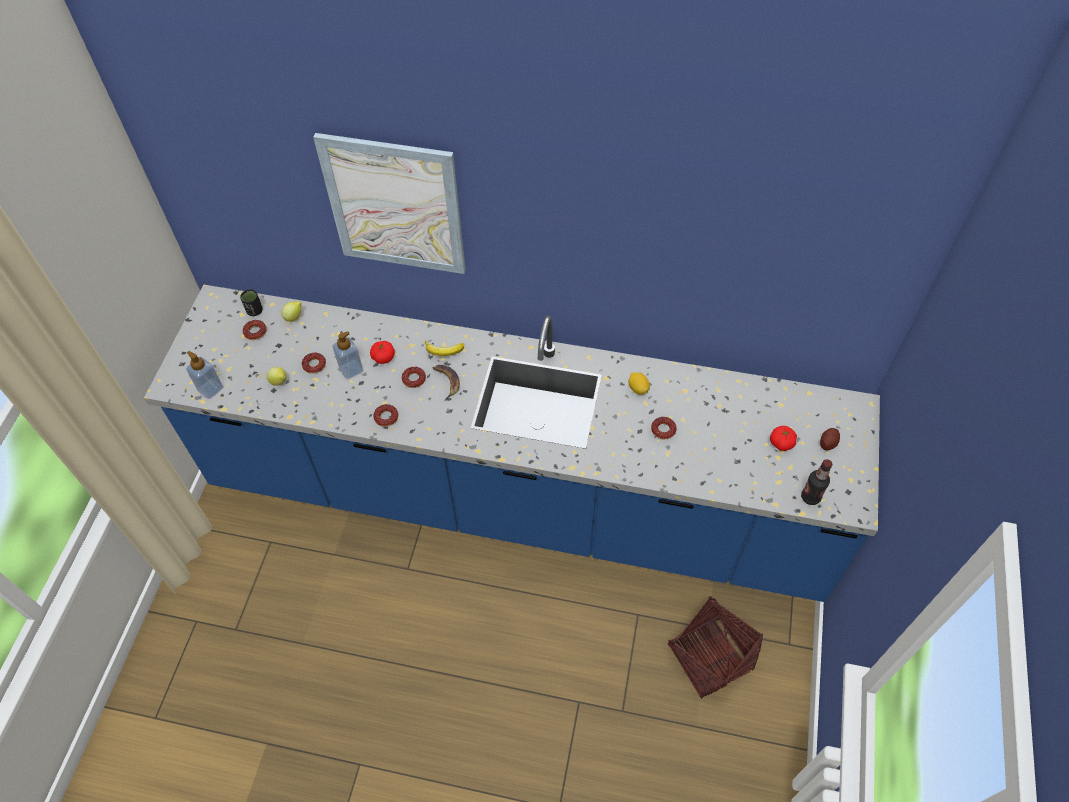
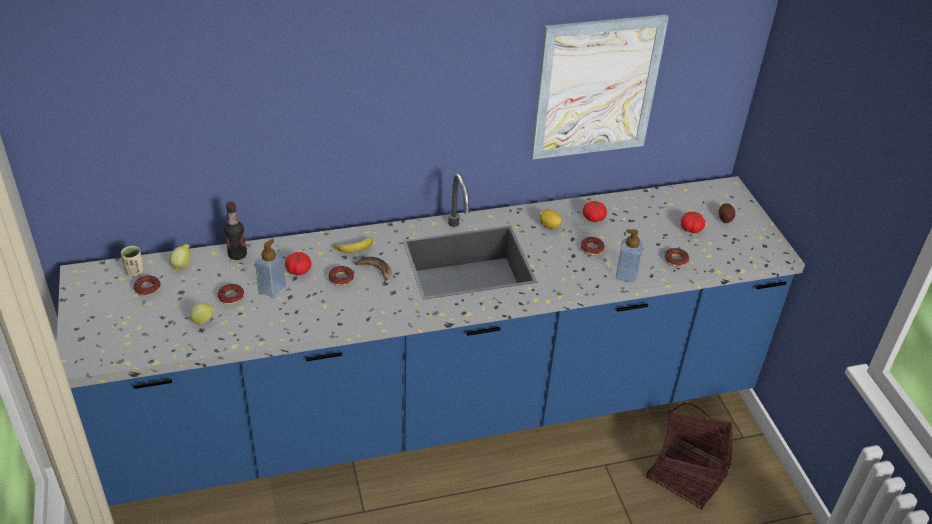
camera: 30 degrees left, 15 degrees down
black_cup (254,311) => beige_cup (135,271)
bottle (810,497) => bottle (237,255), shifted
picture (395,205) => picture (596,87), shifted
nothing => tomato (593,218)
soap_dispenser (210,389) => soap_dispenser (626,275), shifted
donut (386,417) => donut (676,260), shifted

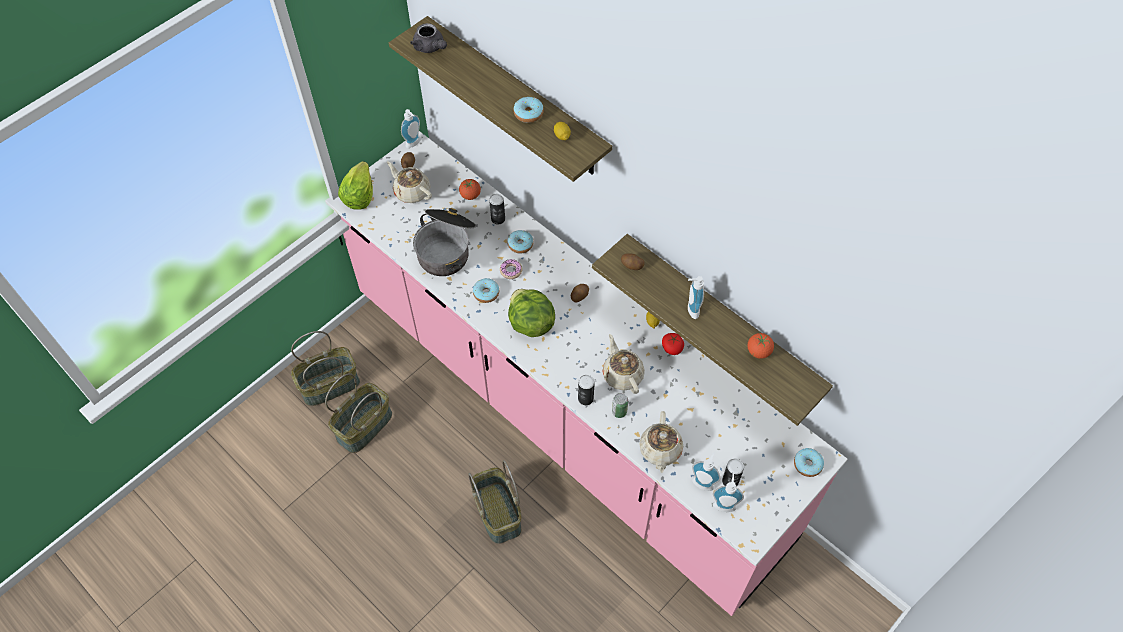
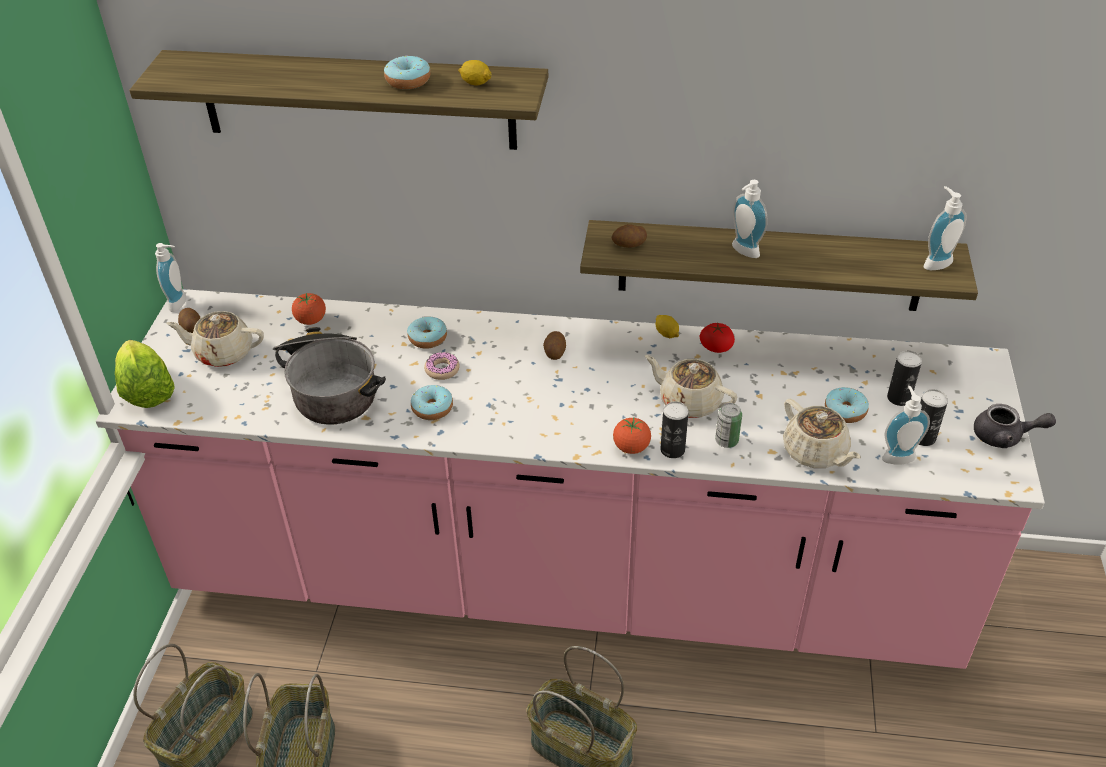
camera: 35 degrees left, 15 degrees down
tomato (758,351) => tomato (631,447), shifted
donut (807,465) => donut (845,411), shifted
can (498,219) => can (899,398), shifted
soap_dispenser (724,504) => soap_dispenser (935,262), shifted
grey_teapot (430,47) => grey_teapot (1005,437), shifted
lettuce (530,324) => nothing

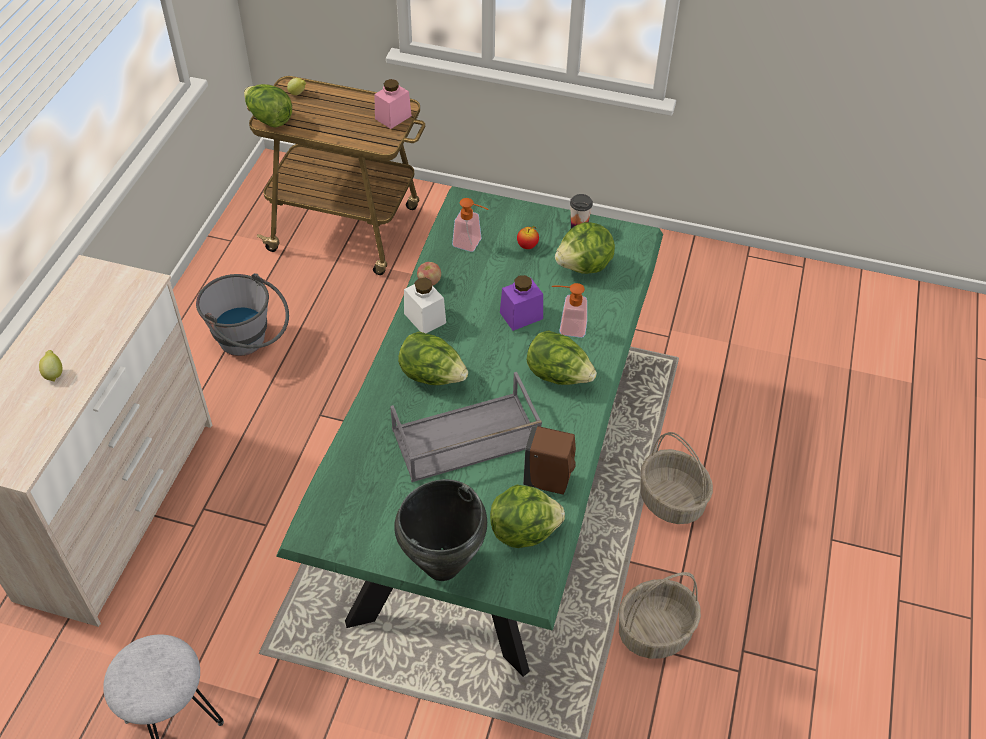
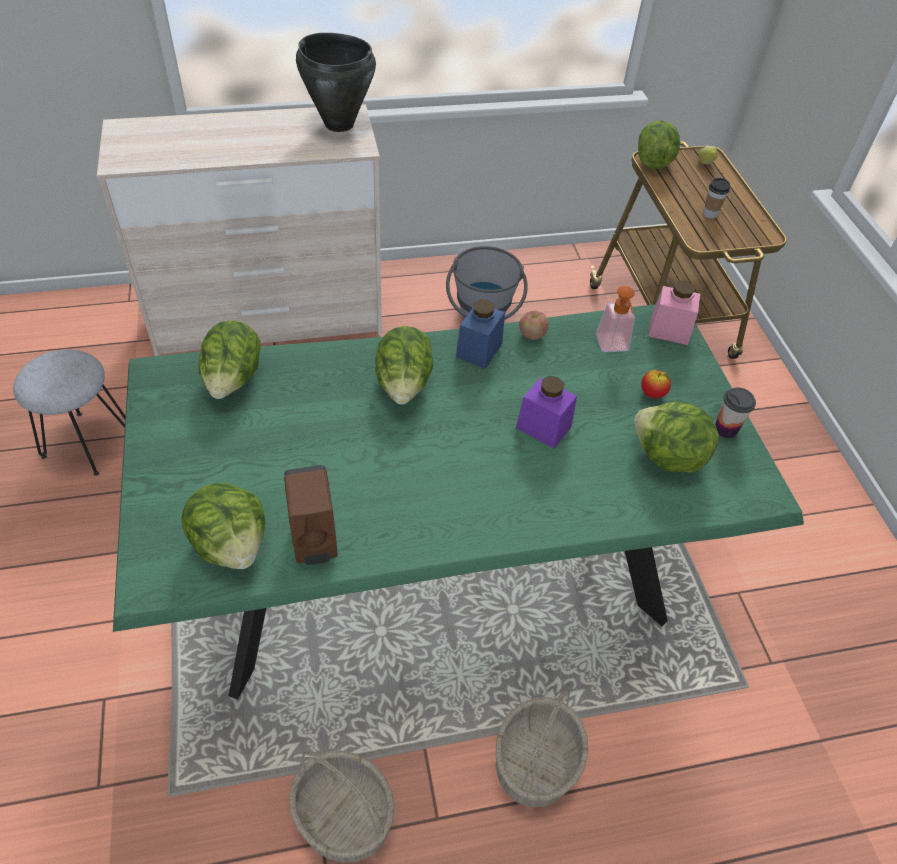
camera: 60 degrees right, 0 degrees up
lettuce (558,375) => lettuce (233,380), shifted
black_cooking_pot (441,565) => black_cooking_pot (338,124), shifted
white_jar (425,318) => blue_jar (479,350)
pink_jar (393,117) => pink_jar (669,330), shifted
nothing => cup (710,214)
lemon (54,373) => nothing
grey_tray (464,438) => nothing
soap_dispenser (567,327) => nothing

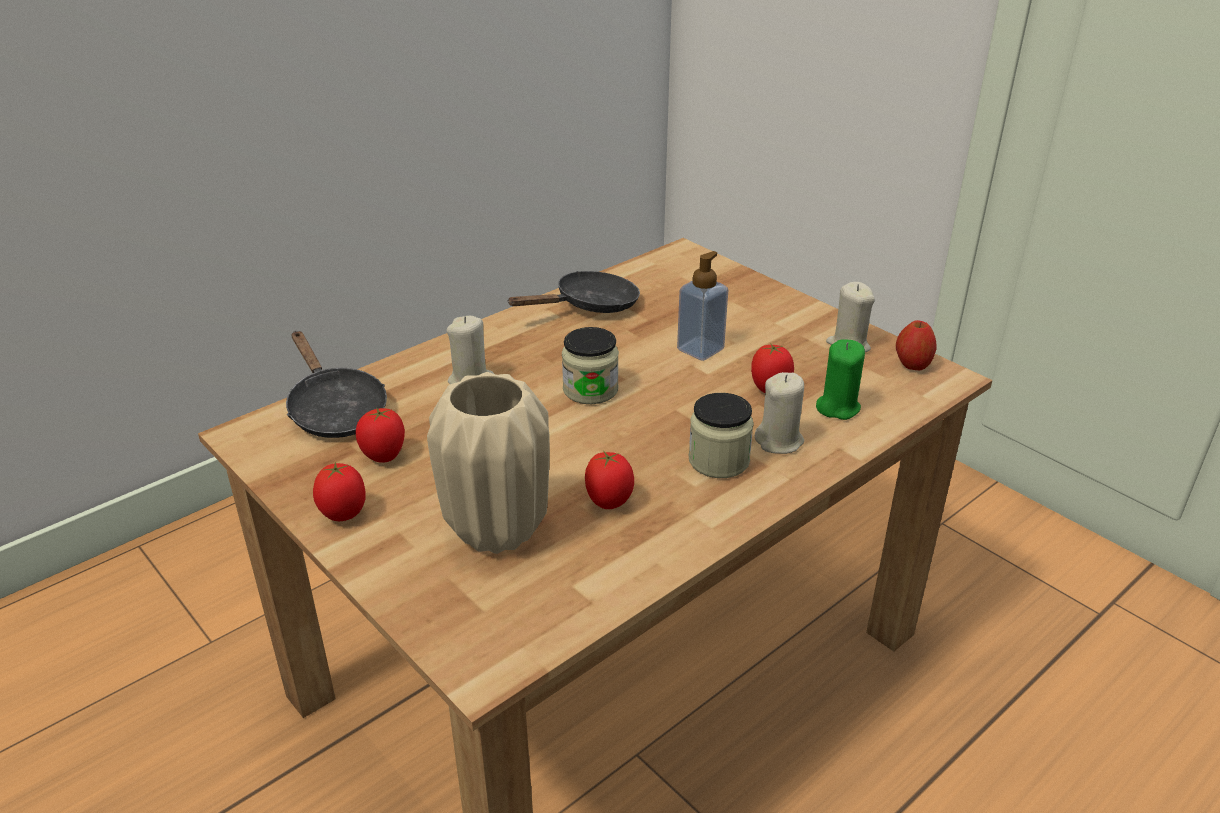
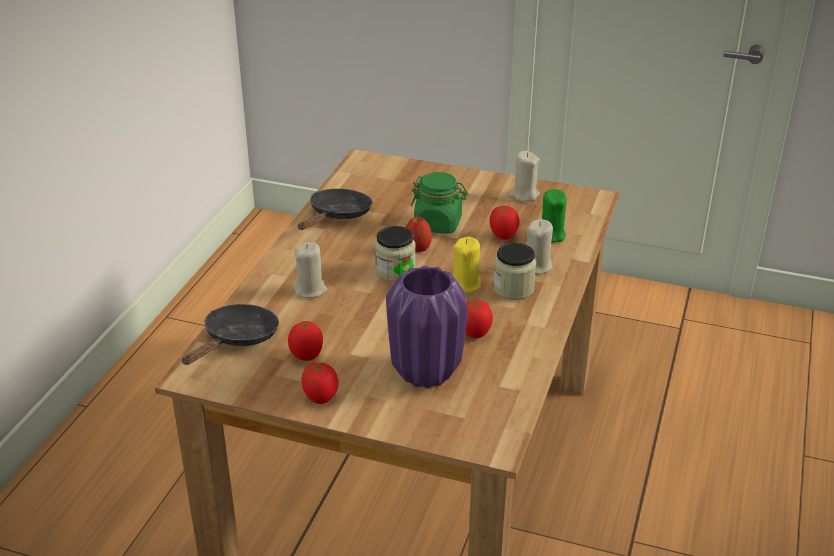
camera: 30 degrees left, 0 degrees up
black_frying_pan (335,410) => black_frying_pan (237,339), 90 degrees counterclockwise
beige_vase (498,530) => purple_vase (426,372)
apple (912,365) => apple (417,248), shifted
soap_dispenser (700,349) => green_jar (438,224)
nothing => yellow_candle (465,284)

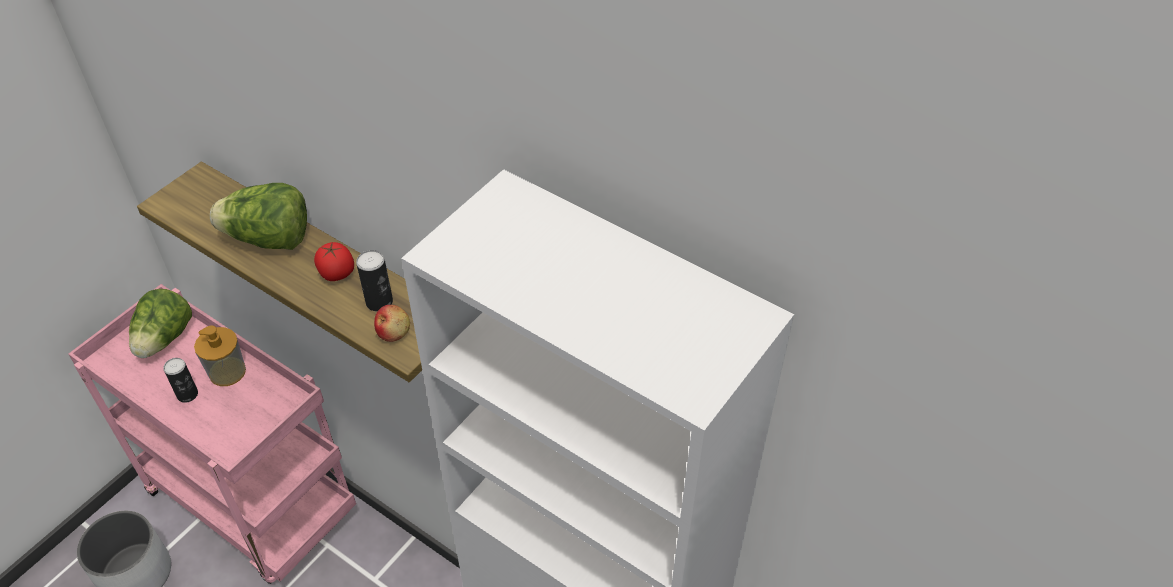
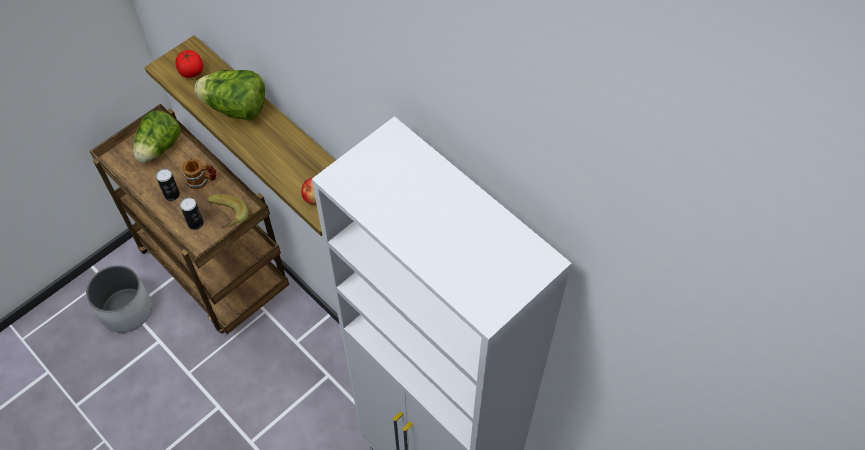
camera: 10 degrees right, 10 degrees up
pink_cart (255,501) => brown_cart (216,269)
tomato (336,273) => tomato (191,71), shifted
can (379,302) => can (195,223), shifted
soap_dispenser (227,372) => mug (202,181)
nothing => banana (226,219)

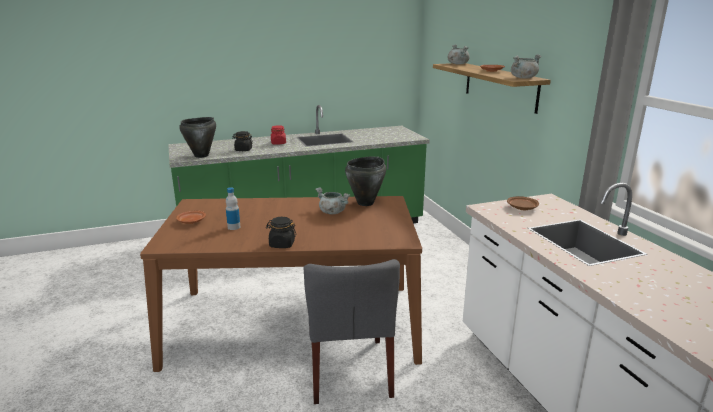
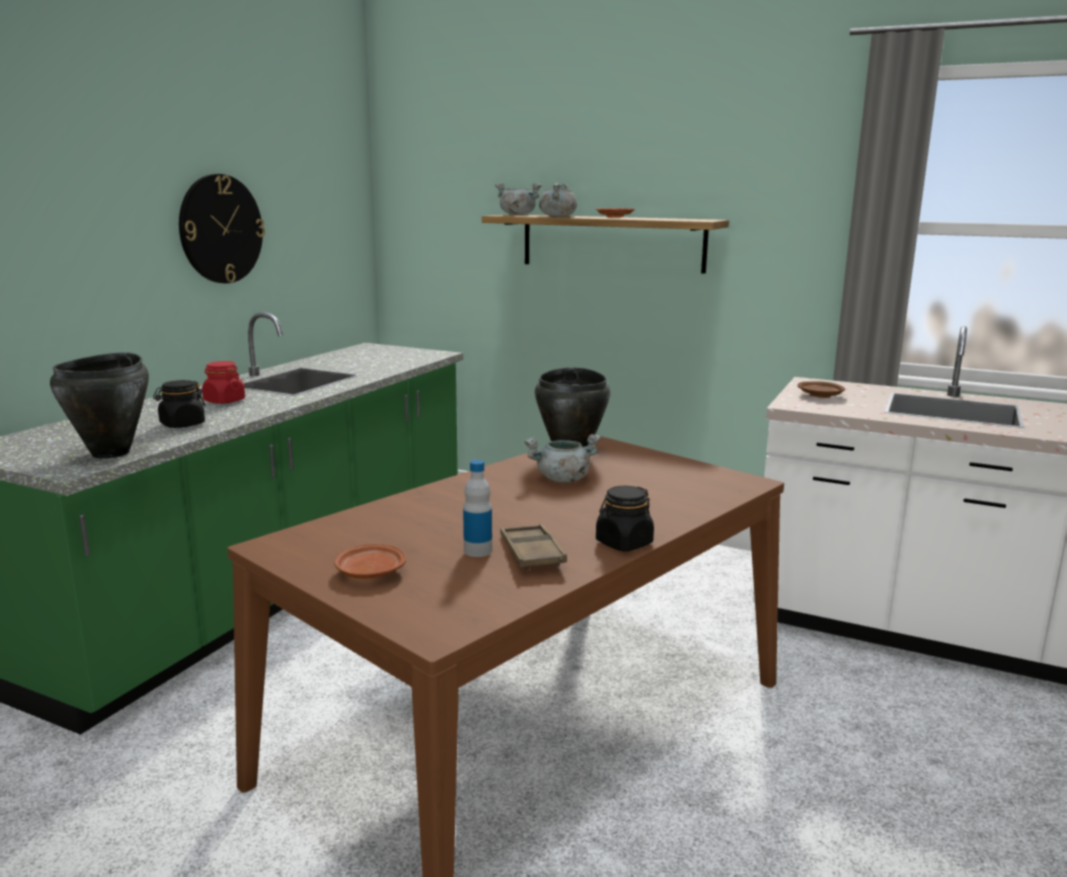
camera: 45 degrees left, 5 degrees down
nothing => wall_clock (221,229)
nothing => brown_tray (531,553)
grey_cooking_pot (523,78) => grey_cooking_pot (557,216), shifted
grey_chair (349,370) => nothing

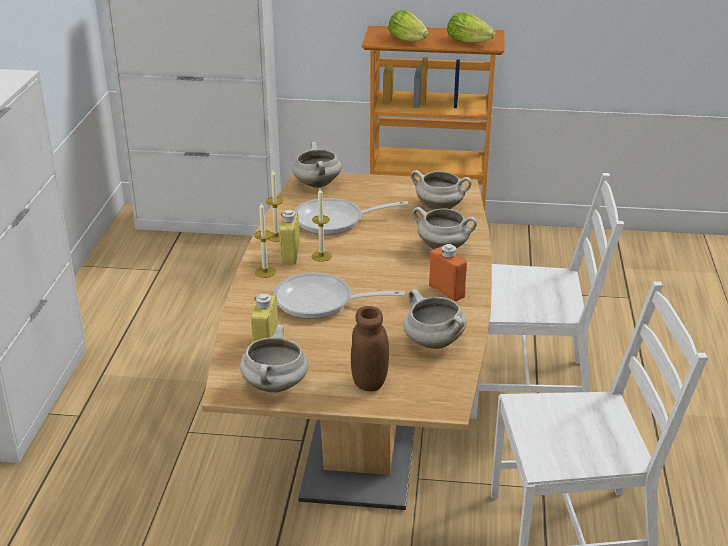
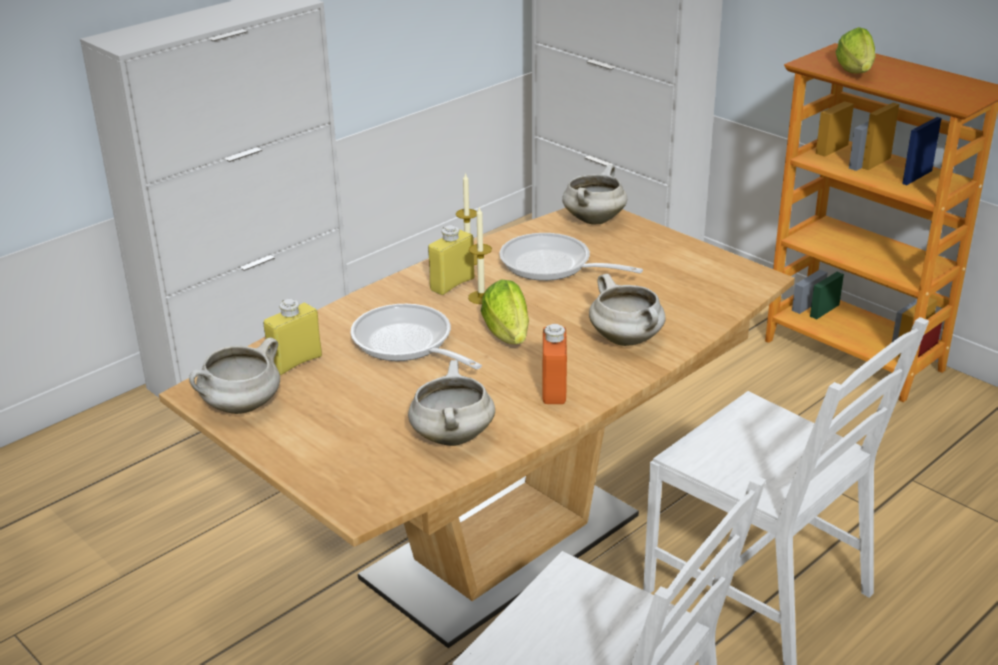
camera: 40 degrees right, 0 degrees up
lettuce (471,42) => lettuce (508,335), shifted
candle (265,272) => nothing
brown_jar (369,382) => nothing
white_cooking_pot (440,207) => nothing

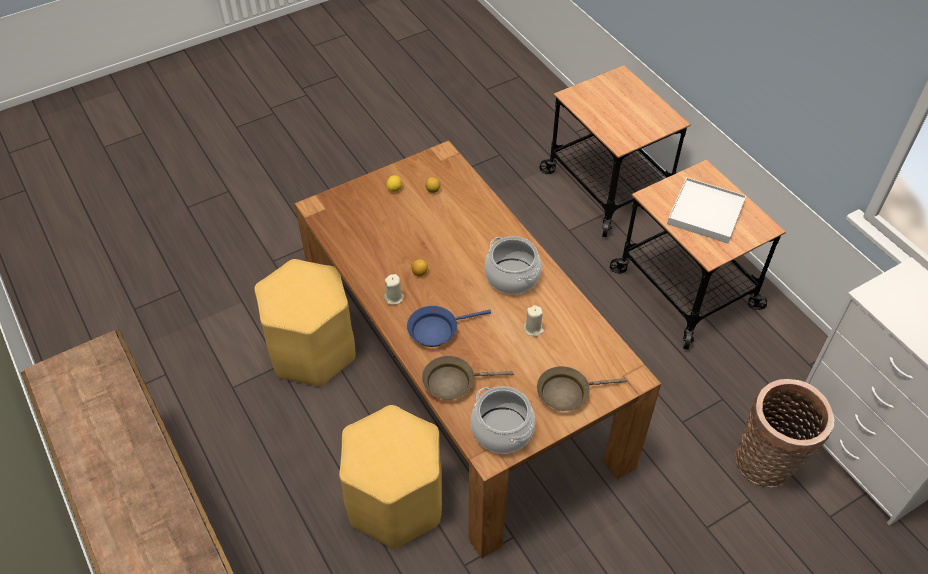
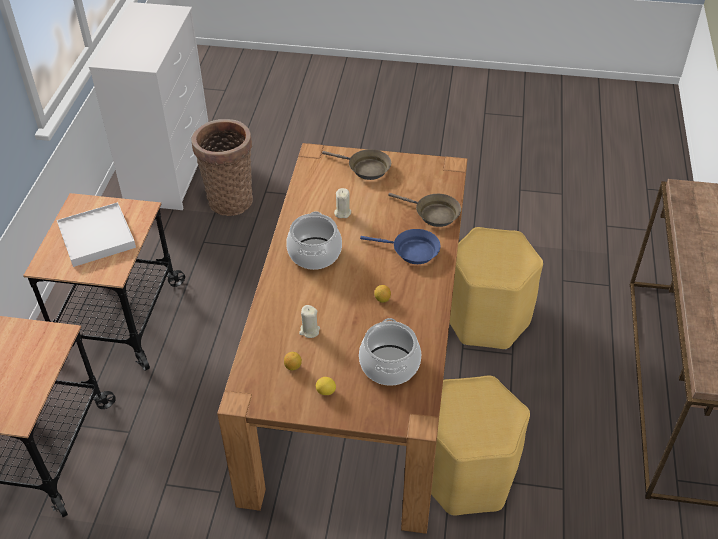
camera: 140 degrees left, 5 degrees down
beige_candle (394,297) => beige_candle (309,331), shifted
cooking_pot (502,430) => cooking_pot (389,365), shifted

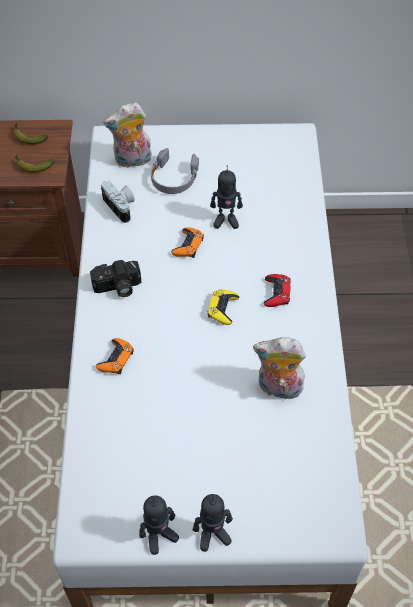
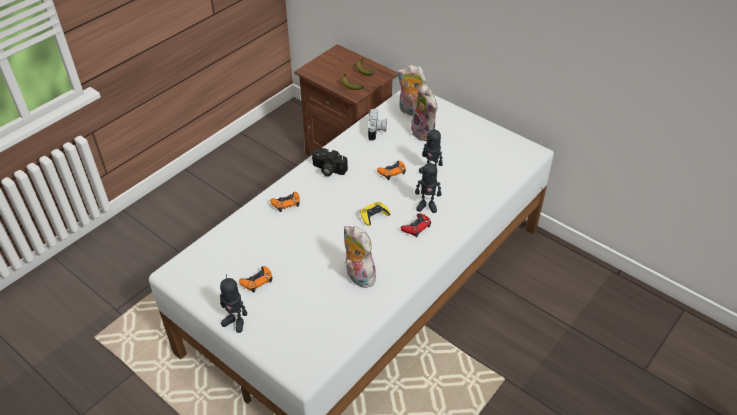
camera: 40 degrees right, 10 degrees down
nothing => orange_game_controller (257,281)
grey_headphones (173,178) => plush_toy (425,133)
toy_robot (159,537) => toy_robot (427,206), shifted

